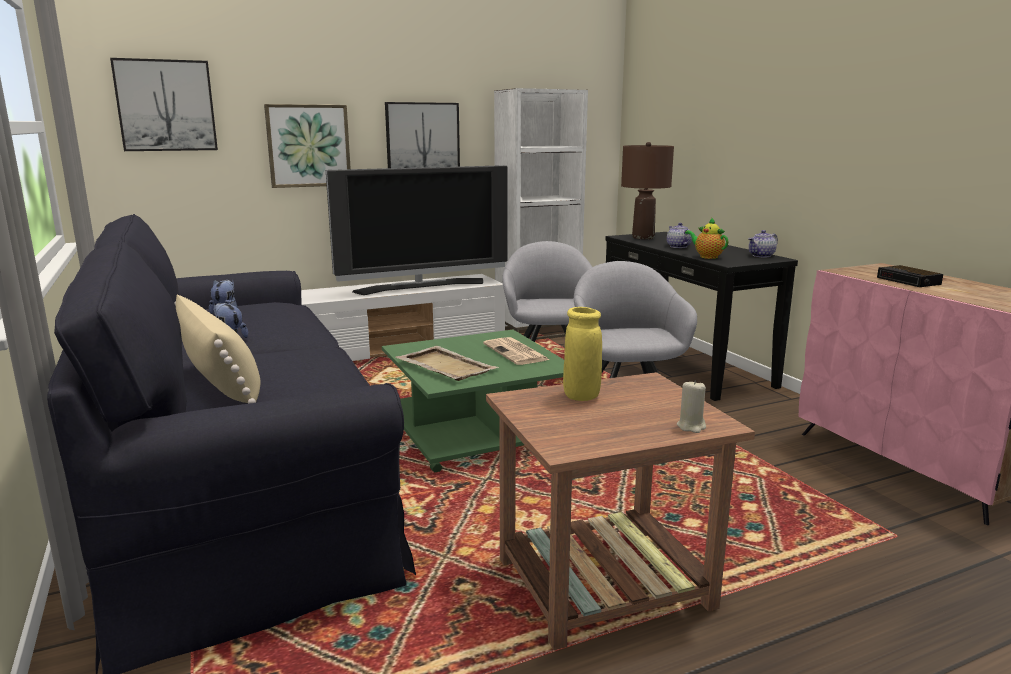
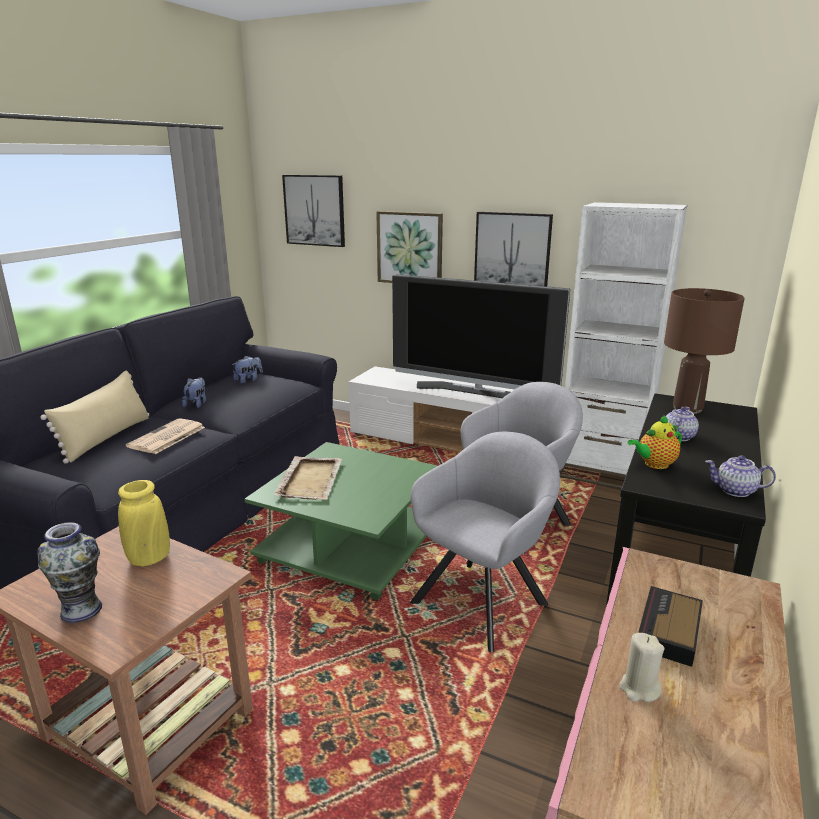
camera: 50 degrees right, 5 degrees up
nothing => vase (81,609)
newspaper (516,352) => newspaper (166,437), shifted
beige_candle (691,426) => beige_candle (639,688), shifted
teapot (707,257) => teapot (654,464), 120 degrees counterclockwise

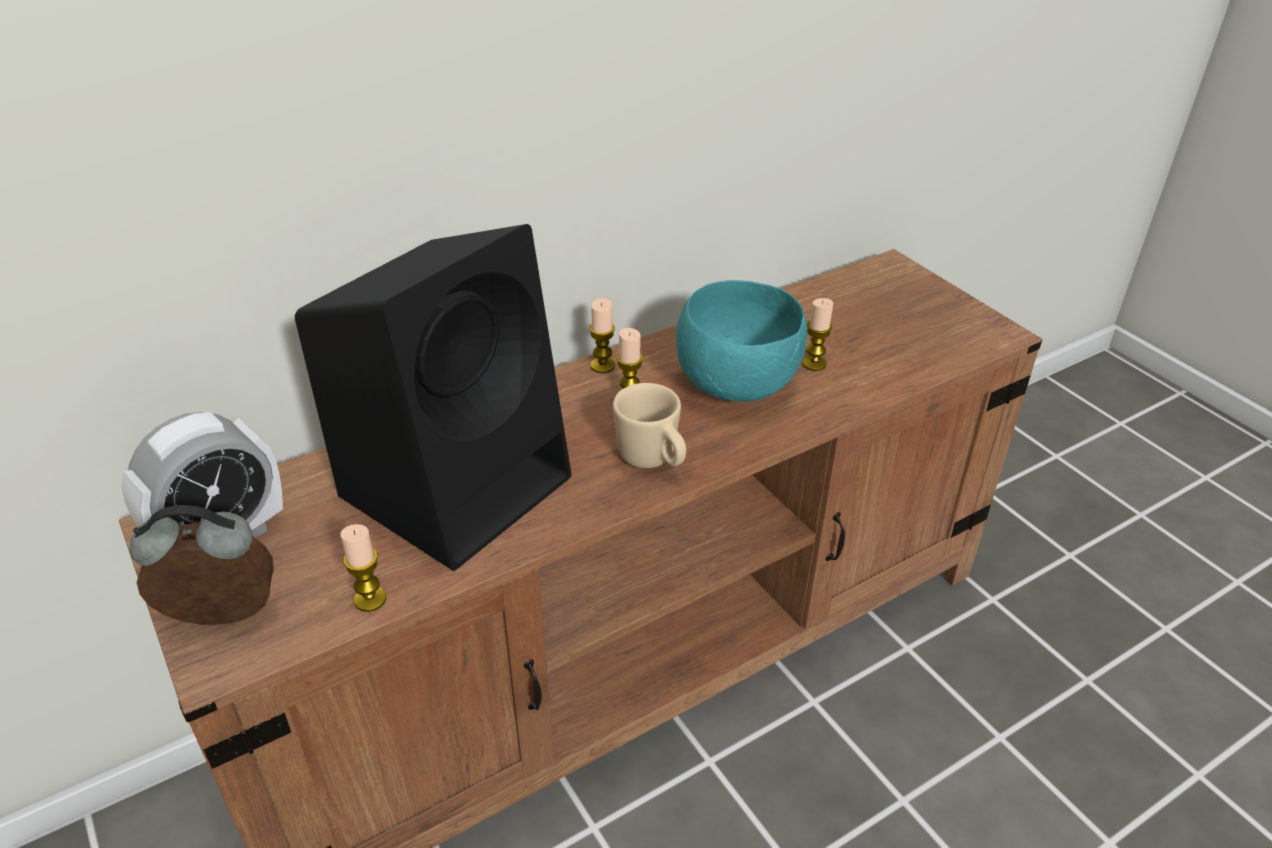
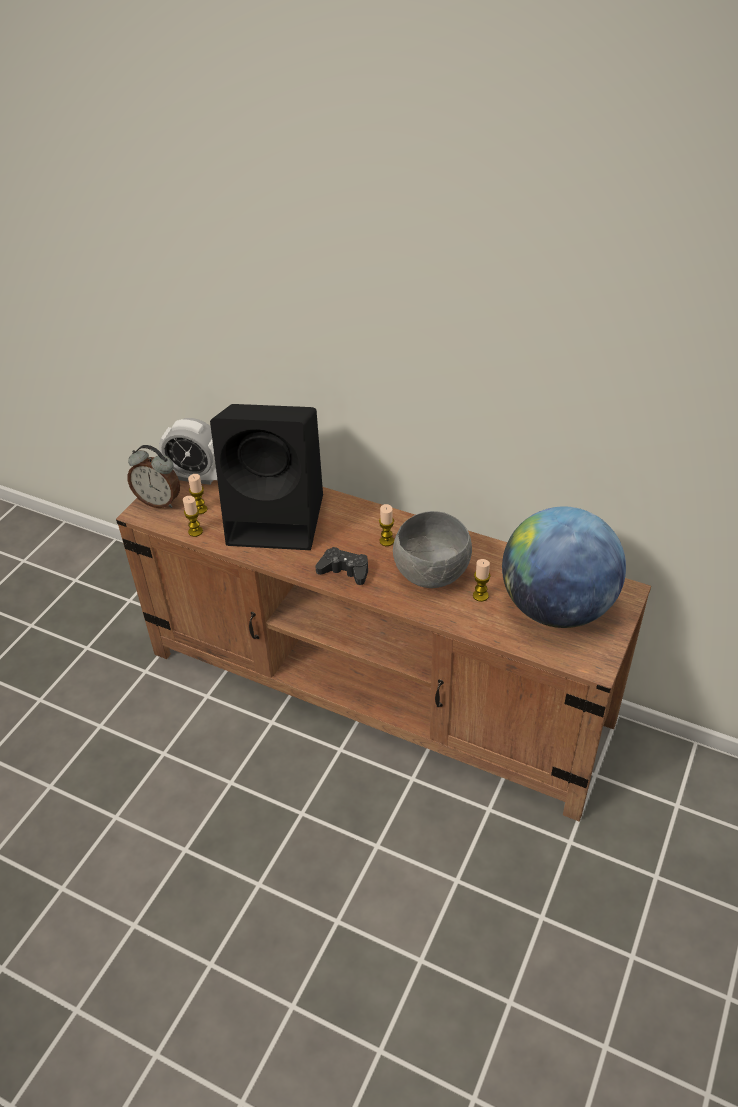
camera: 60 degrees right, 5 degrees up
alarm_clock (222,620) => alarm_clock (159,501), 150 degrees clockwise
candle (602,366) => candle (200,509), shifted
beige_mug (653,460) => black_game_controller (344,571)
turquoise_bowl (738,384) => grey_bowl (433,574)
nothing => globe (556,608)

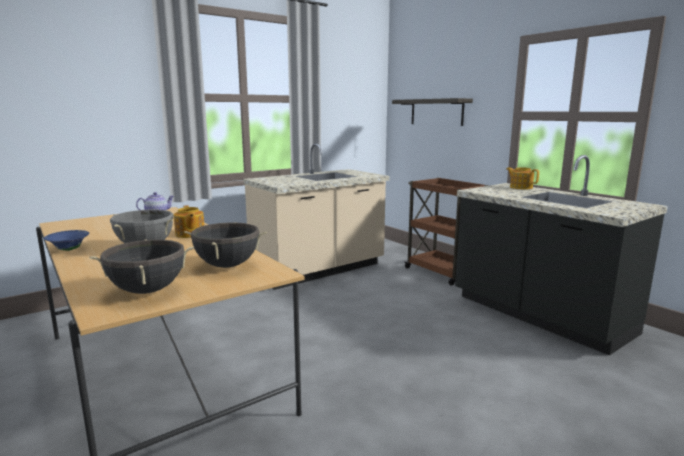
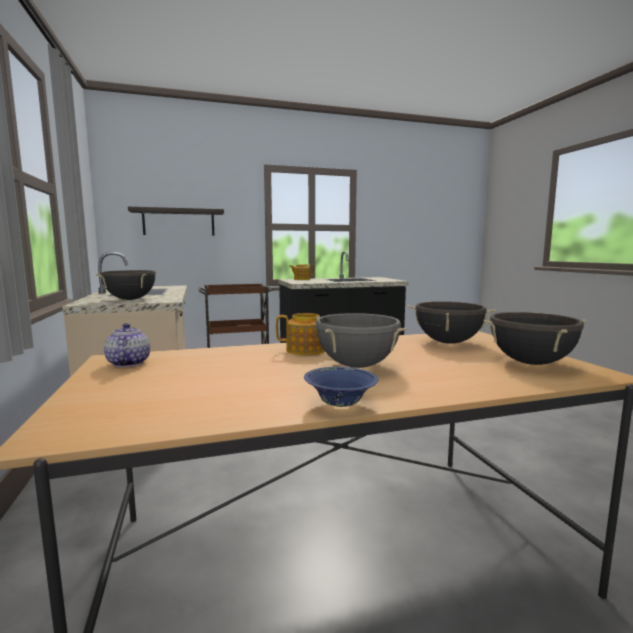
camera: 70 degrees left, 5 degrees down
nothing => black_cooking_pot (130,299)

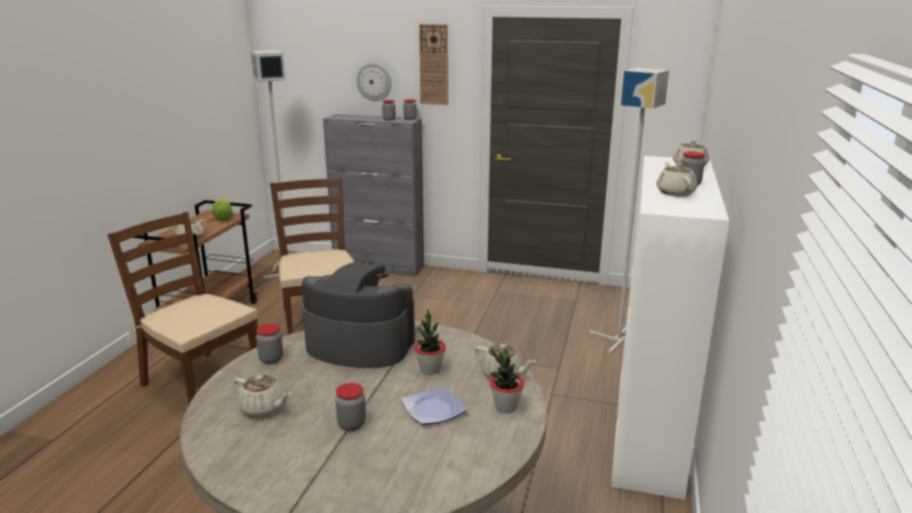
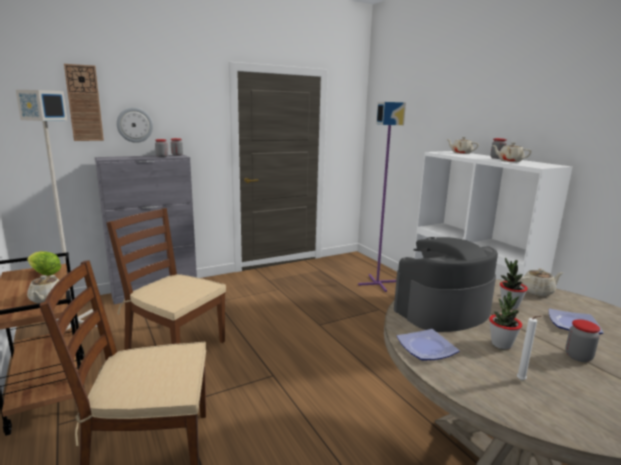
camera: 45 degrees left, 5 degrees down
wall_clock (434,64) => wall_clock (84,103), shifted
grey_floor_lamp (619,340) => purple_floor_lamp (377,283)
jar (271,359) => plate (426,347)
potted_plant (505,407) => potted_plant (501,344), shifted
beige_teapot (263,408) => white_candle (522,381)

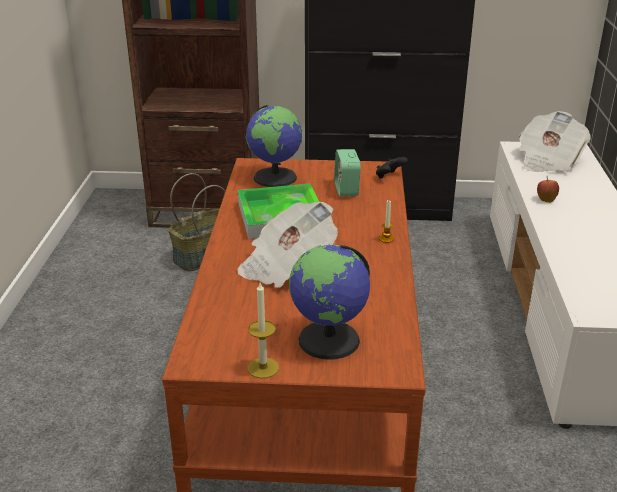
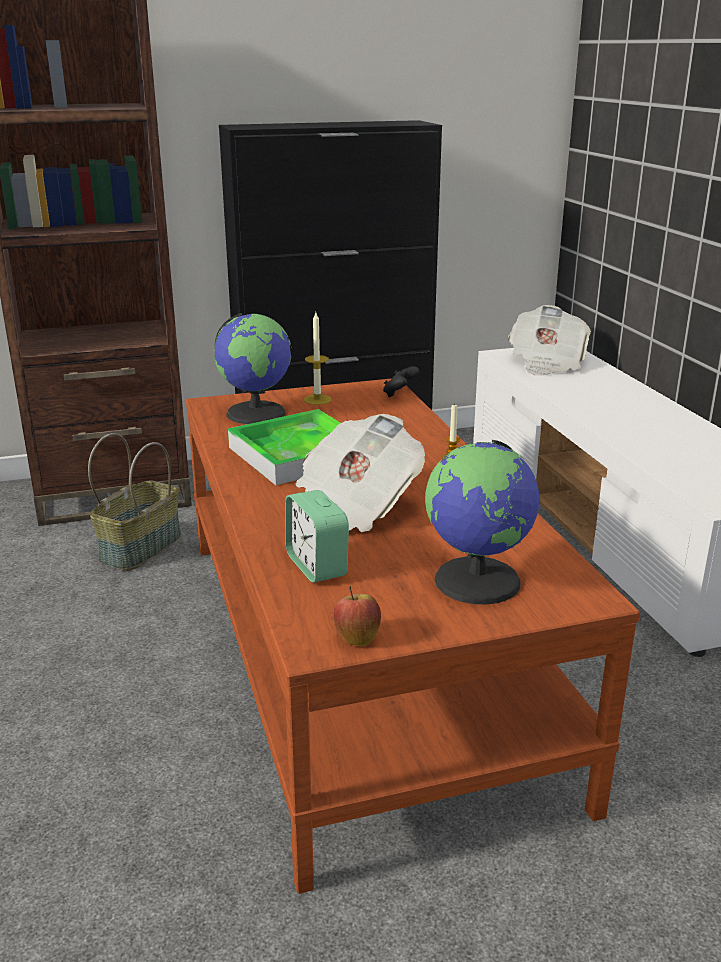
camera: 20 degrees left, 5 degrees down
alarm_clock (346,189) => alarm_clock (316,566), shifted
candle (263,368) => candle (317,399), shifted
apple (546,200) => apple (357,638), shifted

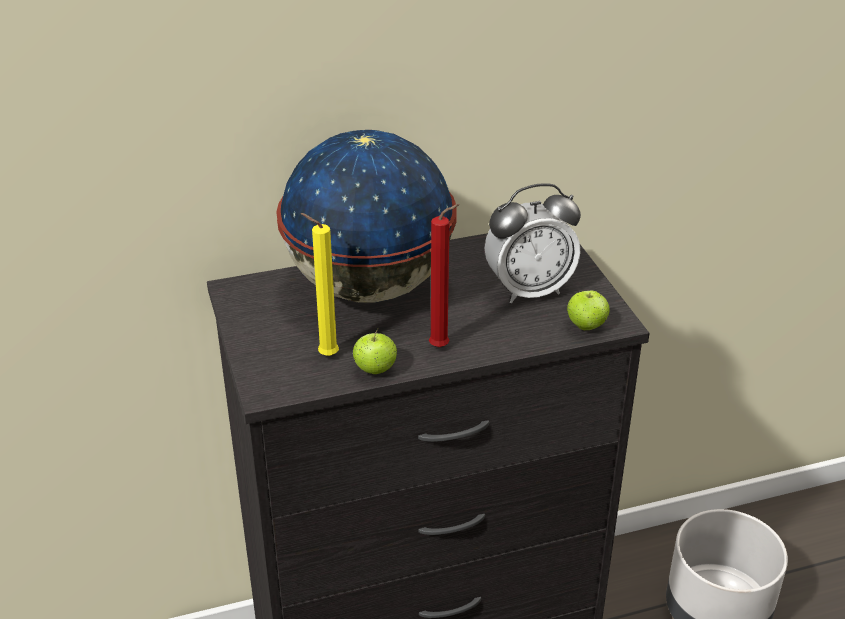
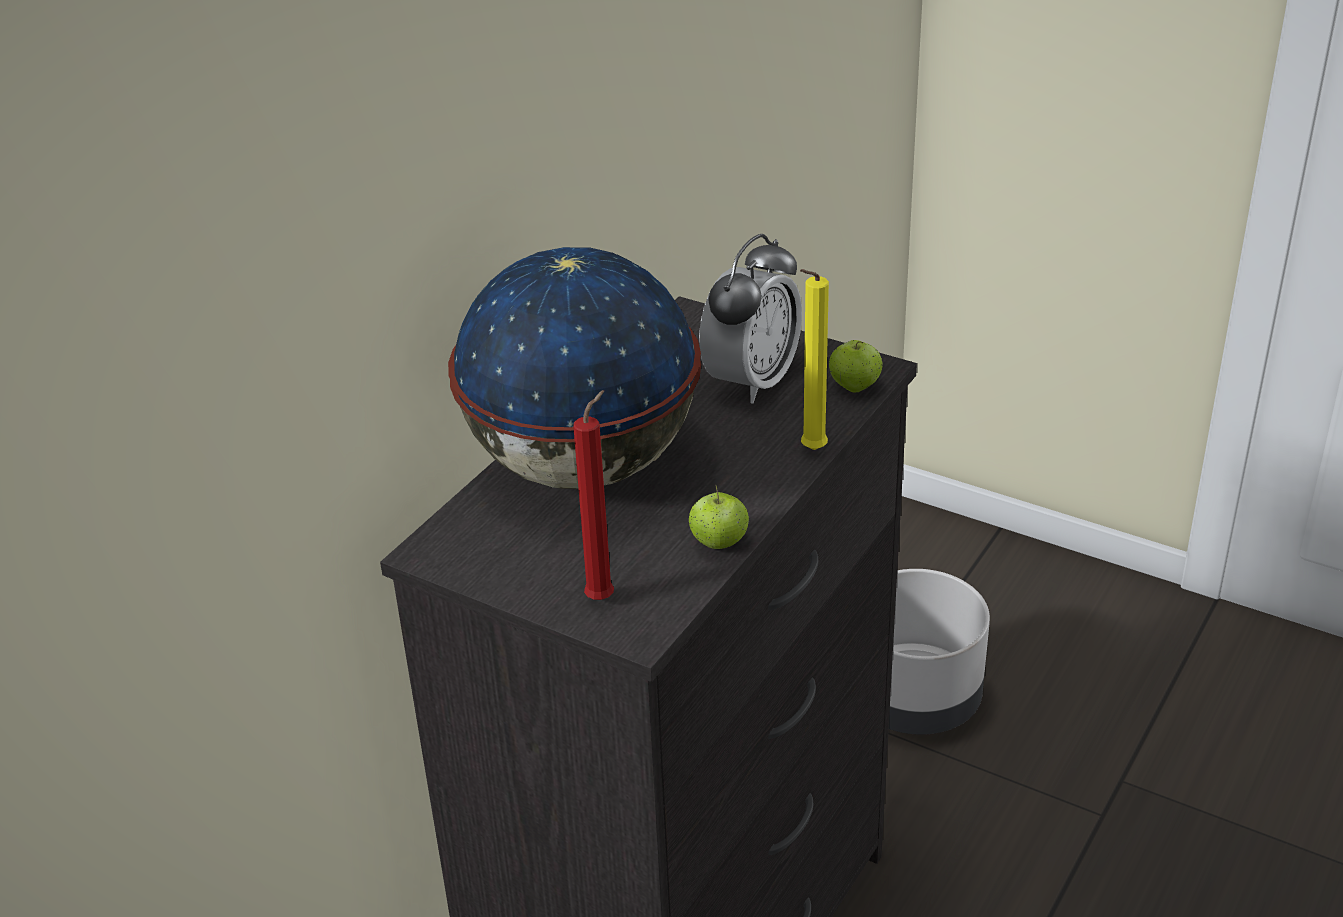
camera: 40 degrees left, 0 degrees up
red_candle (442,347) => red_candle (603,597), shifted
yellow_candle (325,355) => yellow_candle (810,451), shifted

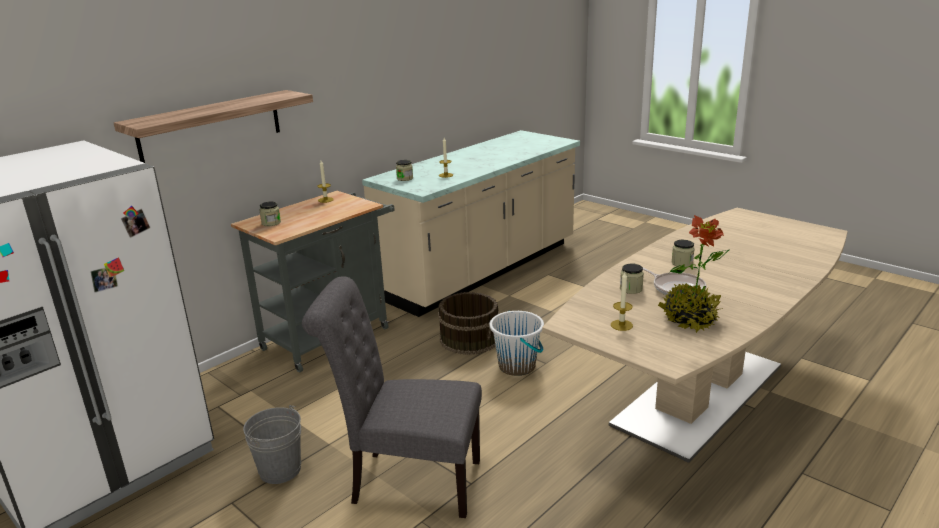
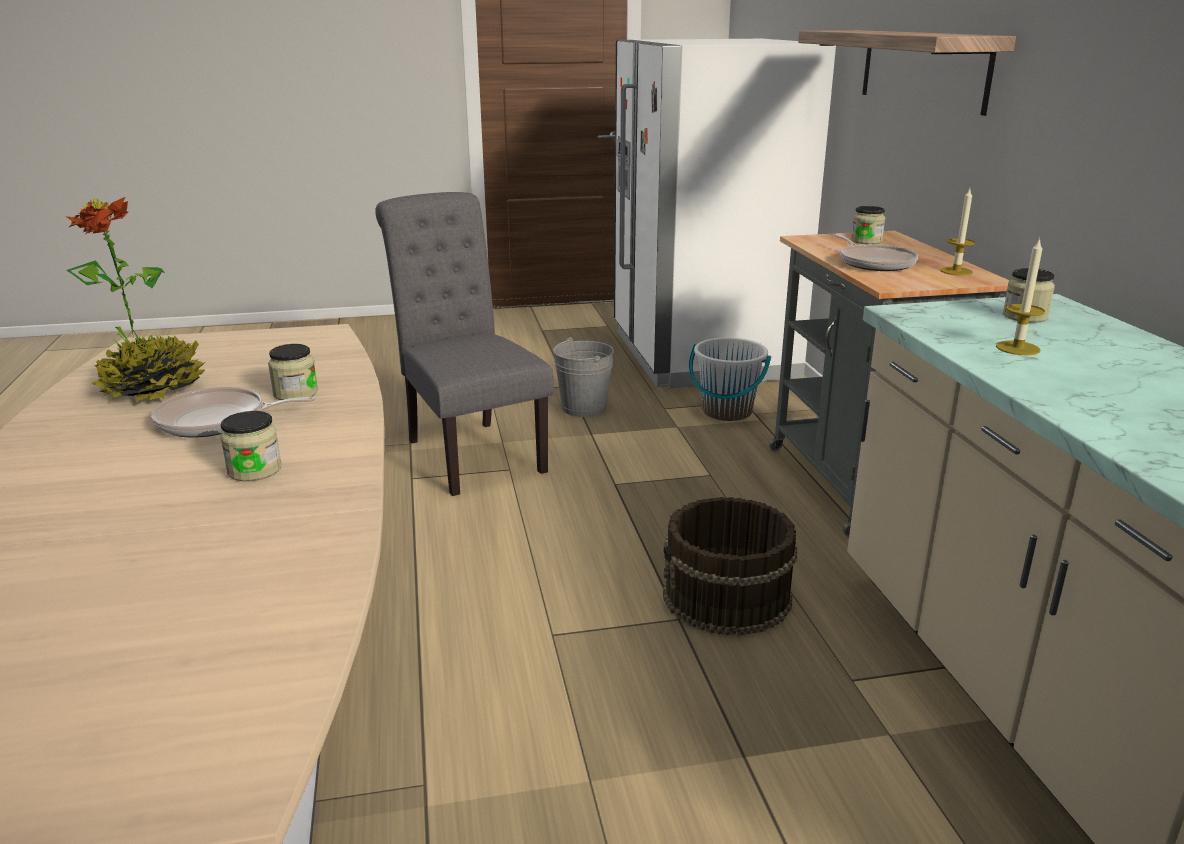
camera: 125 degrees right, 0 degrees up
grey_chair (408,481) => grey_chair (469,452), 75 degrees counterclockwise
white_bucket (517,366) => white_bucket (727,412), shifted
nothing => frying_pan (874,263)
candle (621,325) => nothing

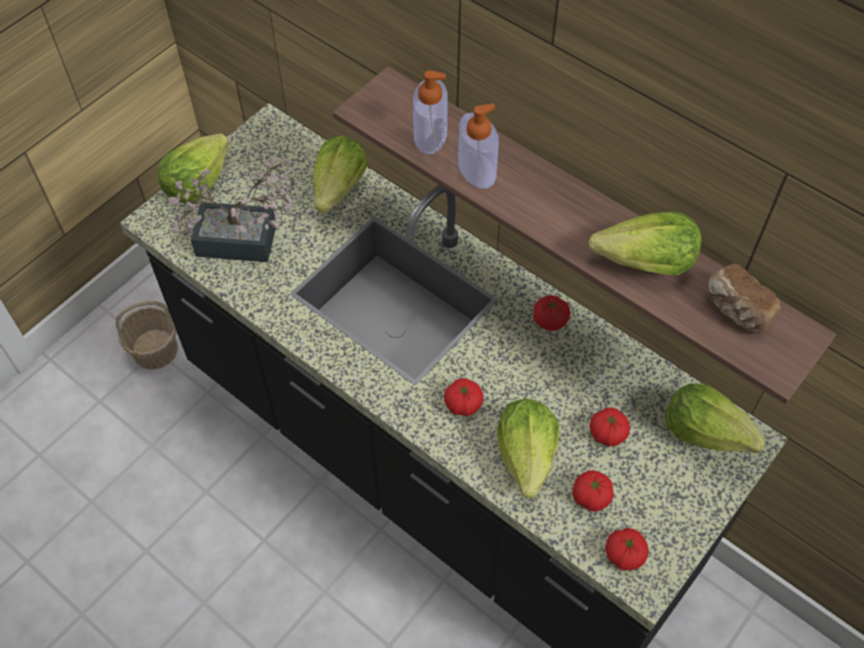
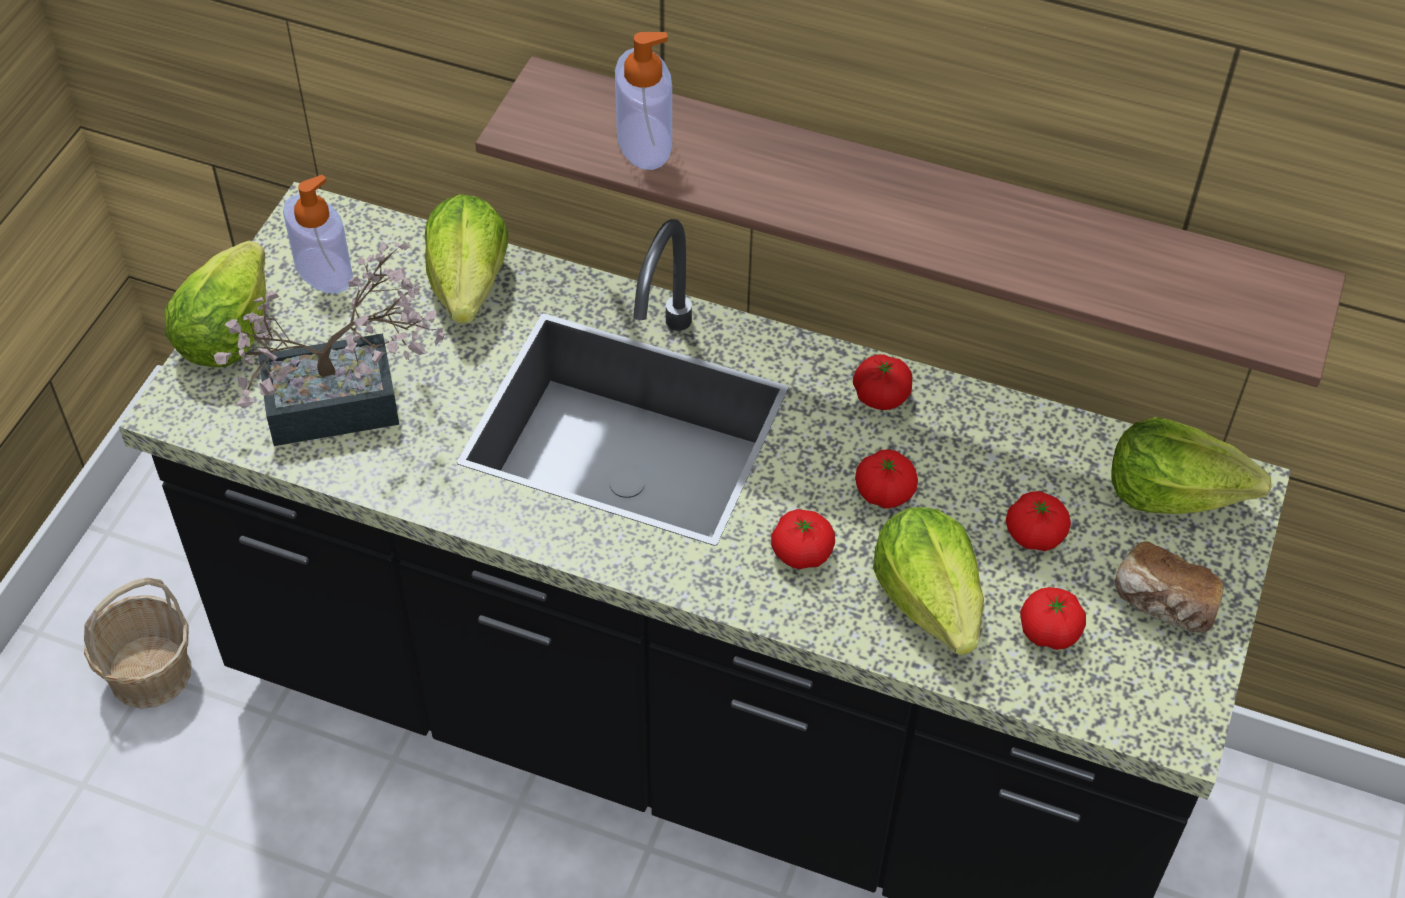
camera: 20 degrees left, 5 degrees down
soap_dispenser (476,169) => soap_dispenser (323,270), shifted
tomato (624,554) => tomato (884,492), shifted
bread (736,310) => bread (1163,605), shifted
lettuce (645,263) => nothing

